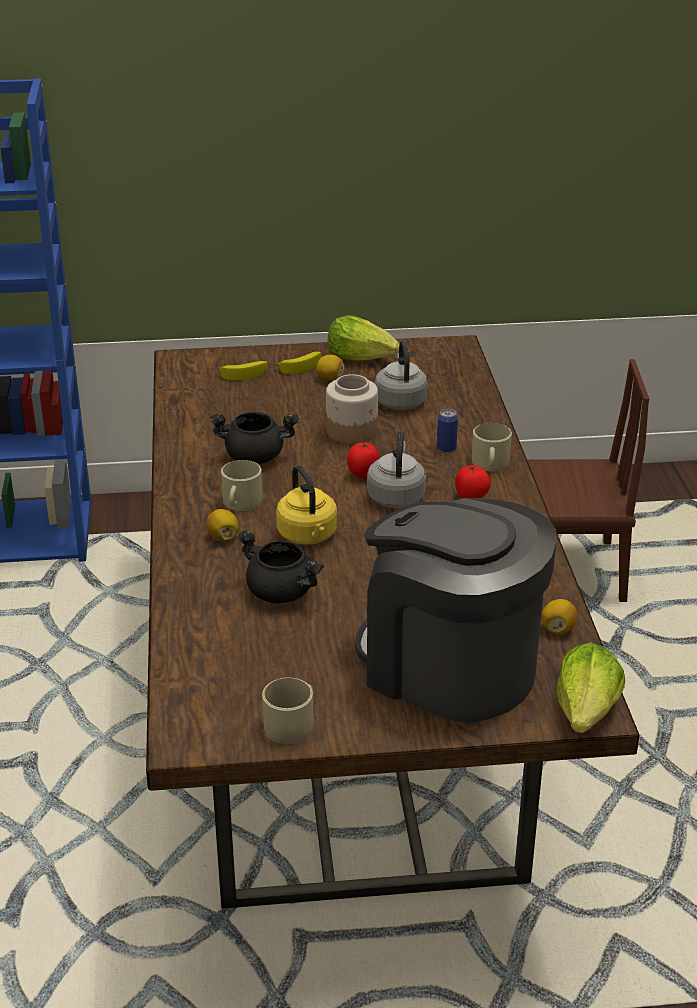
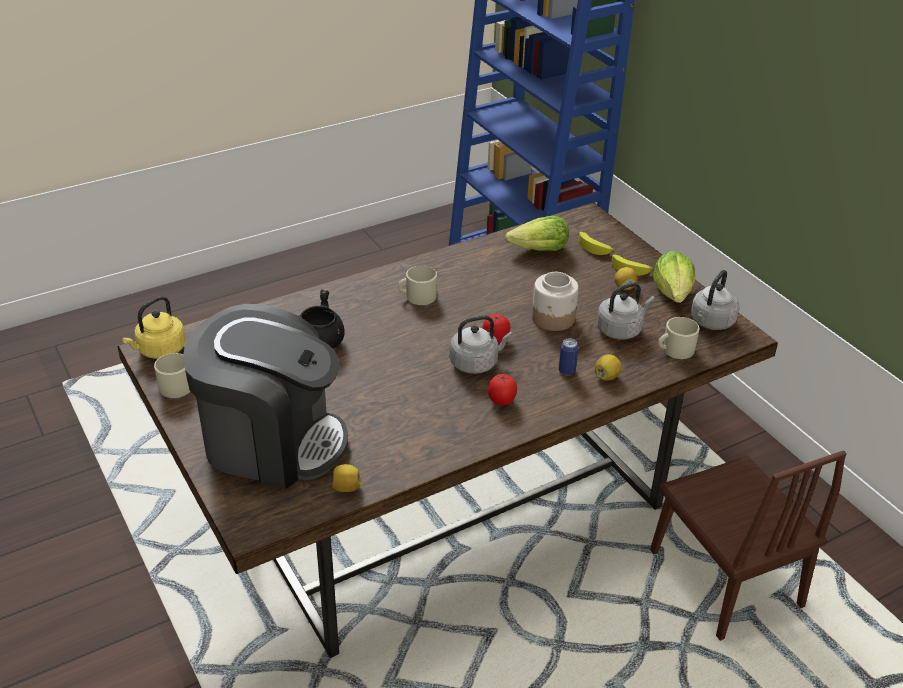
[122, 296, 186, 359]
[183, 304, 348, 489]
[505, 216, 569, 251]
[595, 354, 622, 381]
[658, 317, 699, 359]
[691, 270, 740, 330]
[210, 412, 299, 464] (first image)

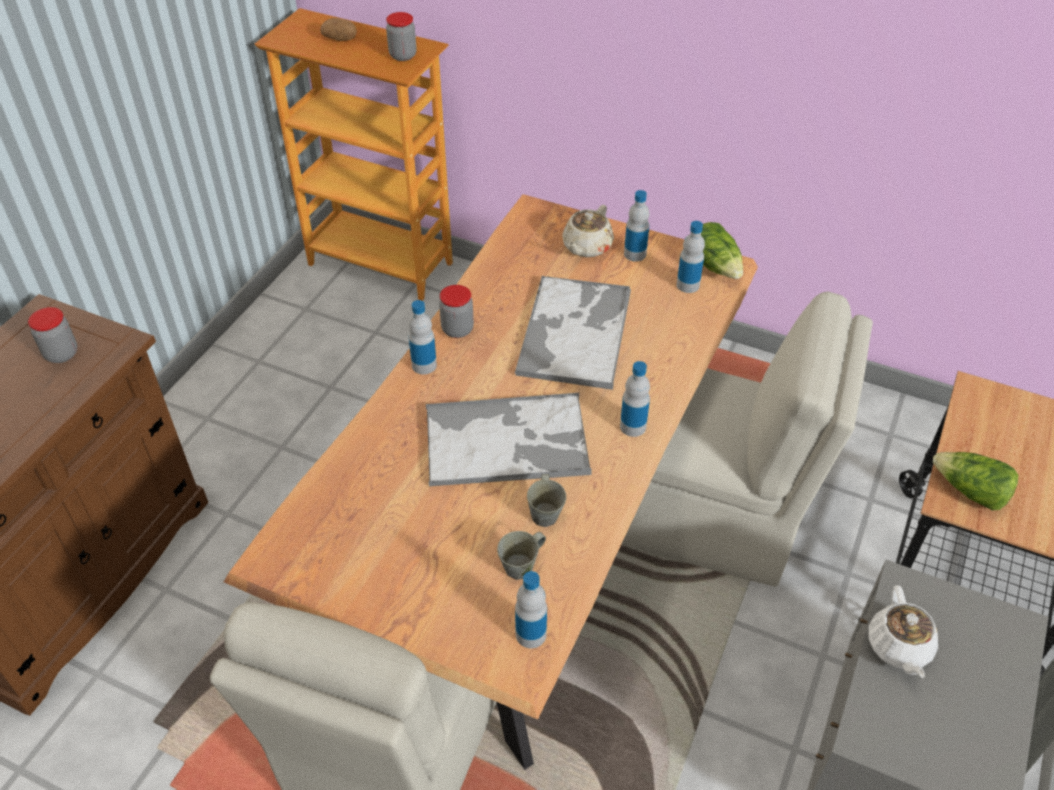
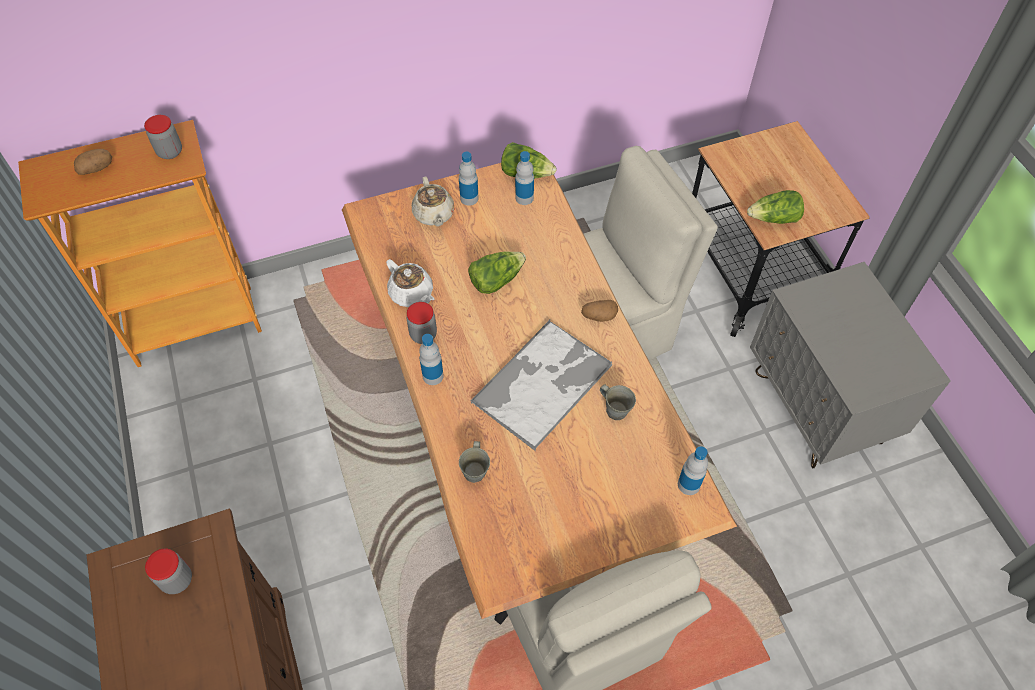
[386, 259, 435, 307]
[459, 441, 490, 483]
[468, 251, 526, 294]
[581, 300, 618, 322]

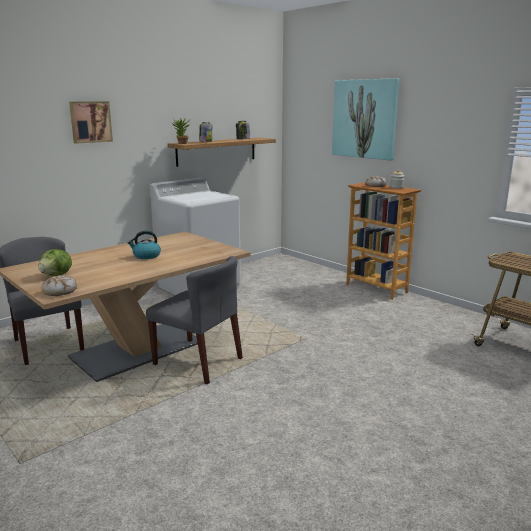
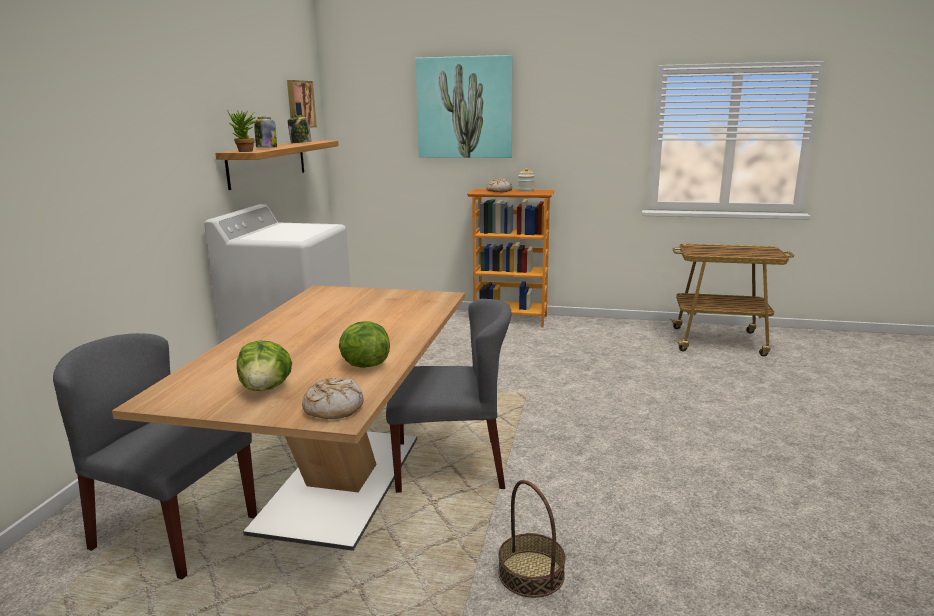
[287, 80, 317, 128]
[339, 321, 390, 368]
[499, 480, 566, 598]
[128, 231, 161, 259] (first image)

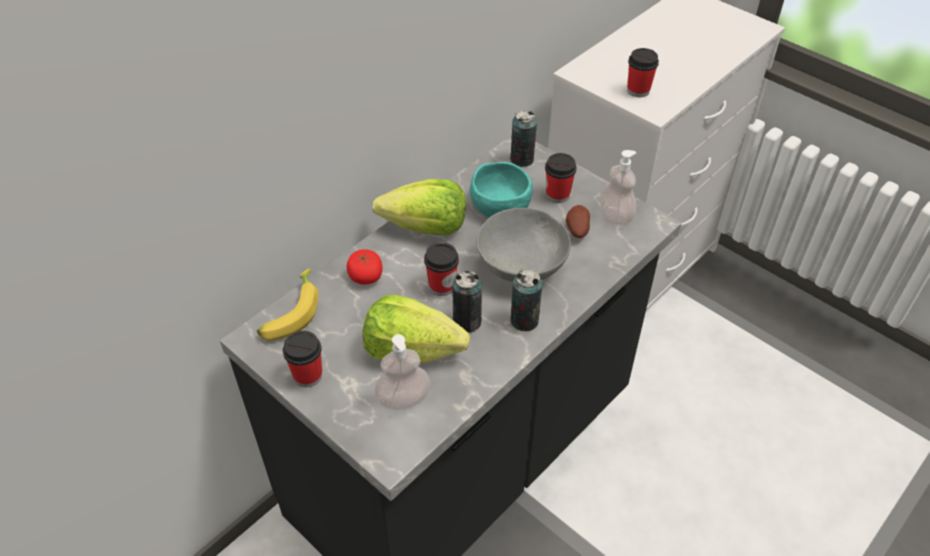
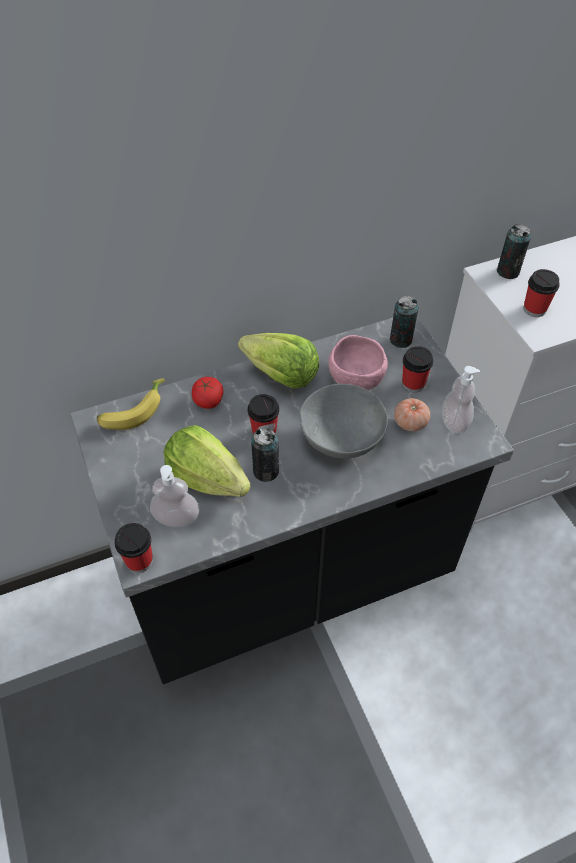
[114, 523, 153, 573]
[328, 335, 388, 390]
[394, 398, 430, 431]
[497, 224, 531, 279]

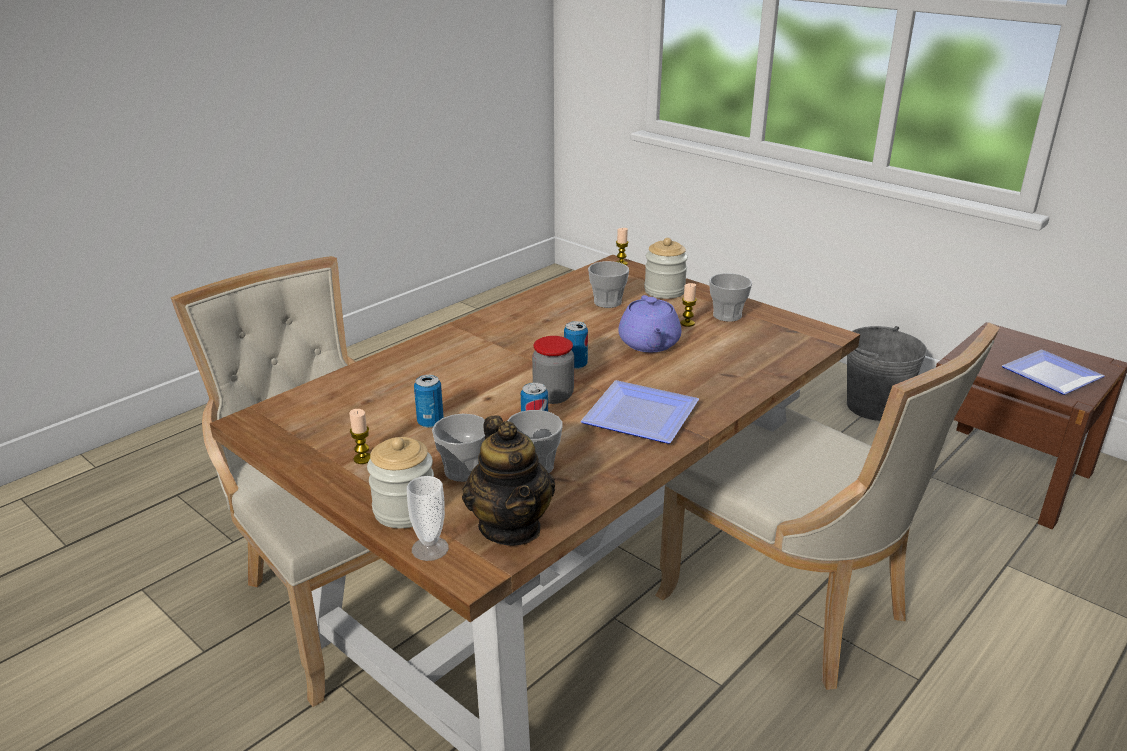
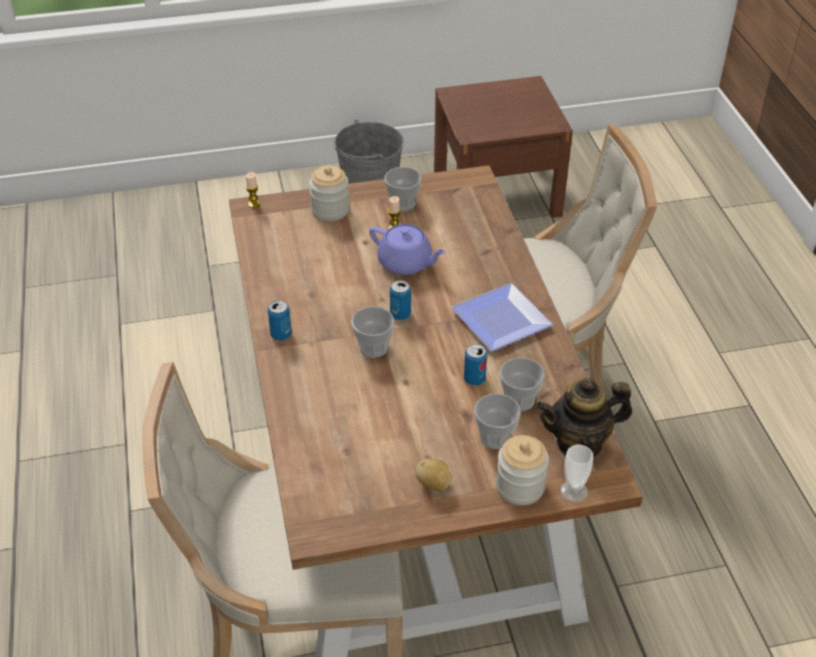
[268, 300, 292, 341]
[351, 306, 394, 358]
[416, 459, 452, 491]
[536, 378, 632, 458]
[532, 336, 574, 404] (first image)
[1002, 350, 1104, 395] (first image)

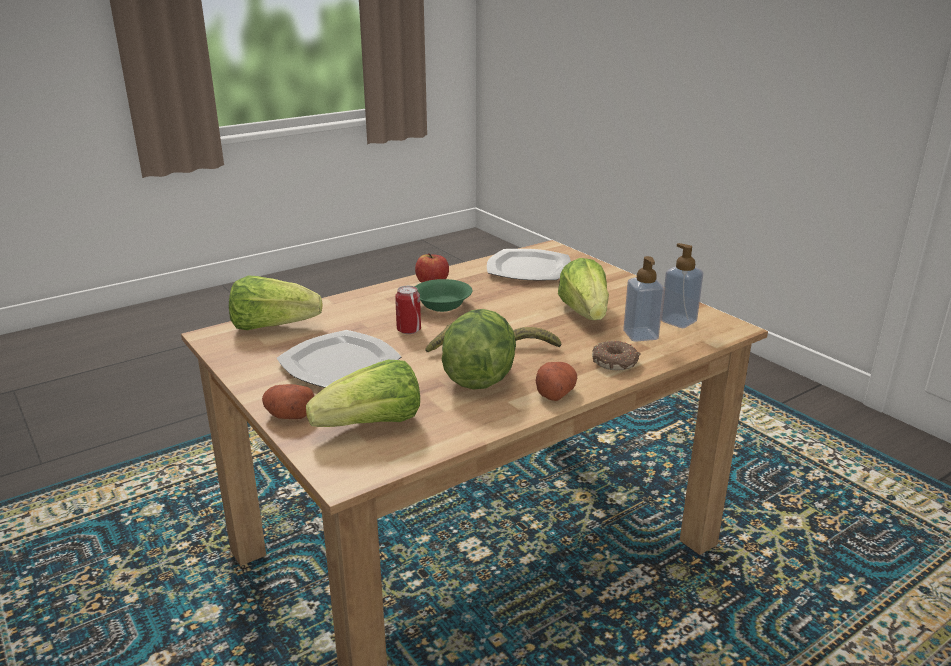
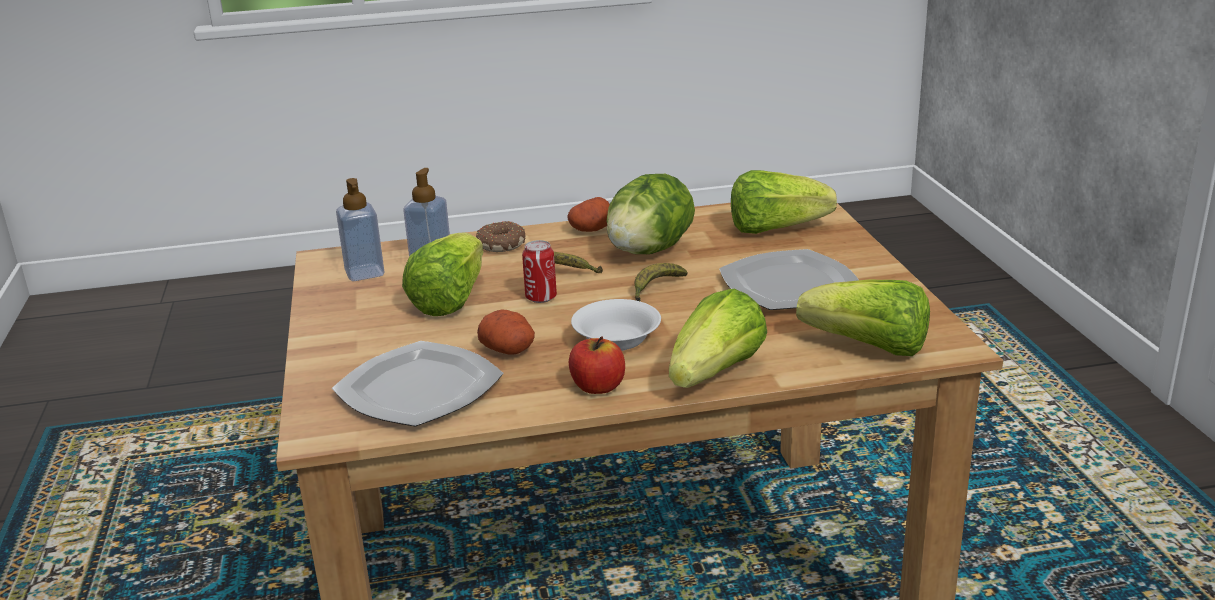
[477, 310, 535, 355]
[522, 240, 557, 303]
[571, 299, 661, 351]
[669, 289, 767, 388]

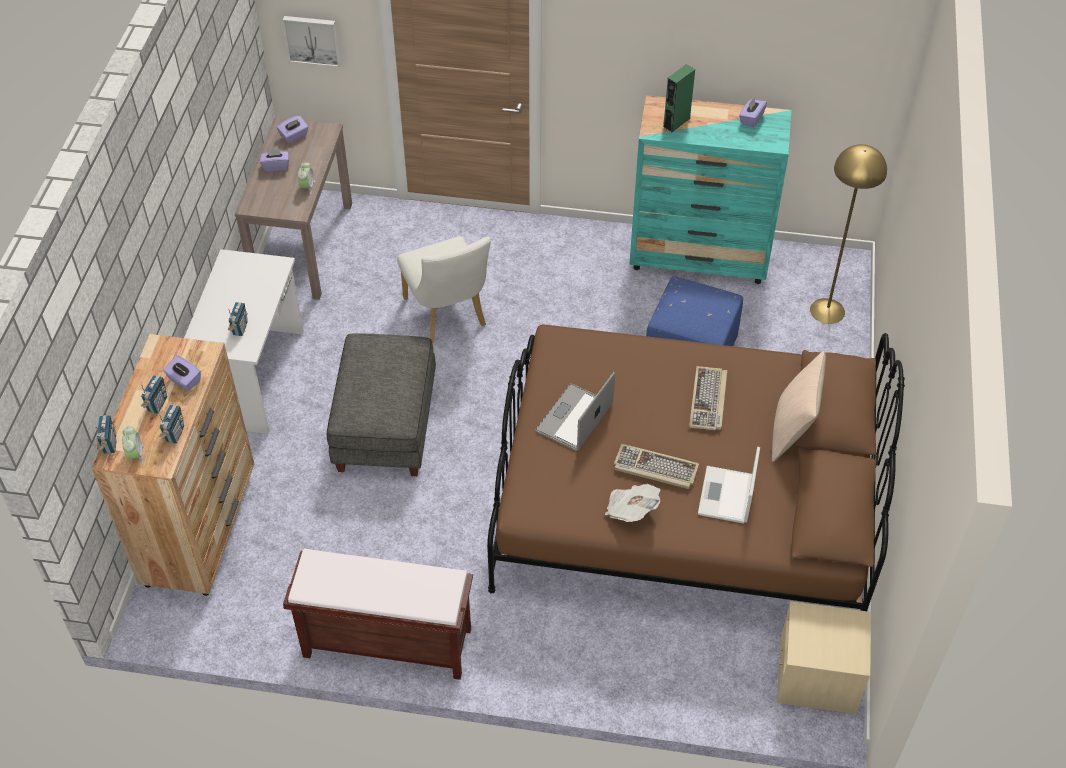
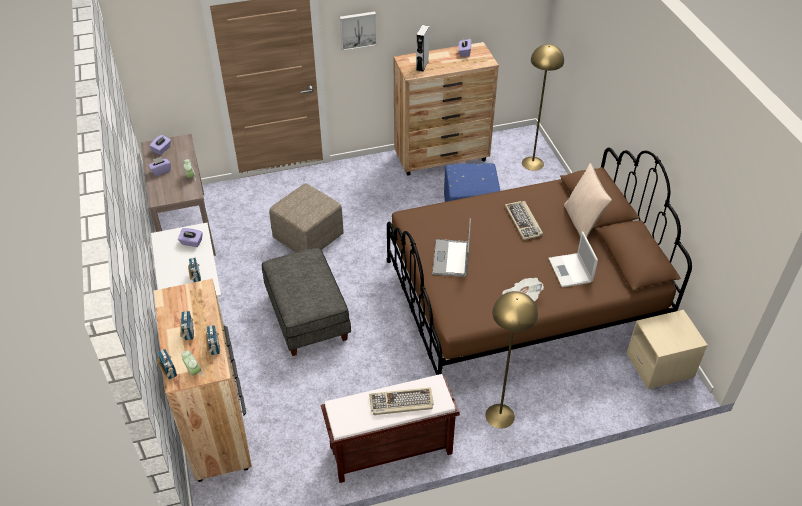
[178, 228, 203, 247]
[269, 183, 344, 252]
[340, 12, 377, 51]
[369, 388, 434, 415]
[394, 42, 499, 176]
[416, 25, 429, 72]
[485, 291, 538, 429]

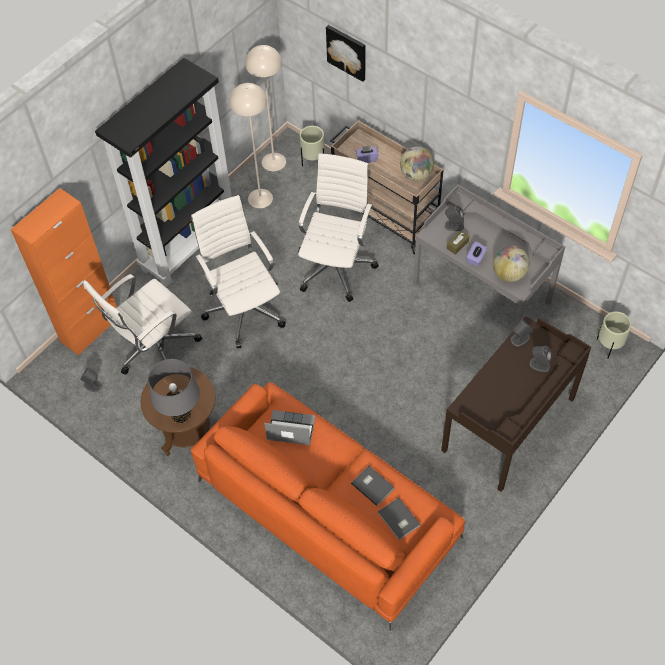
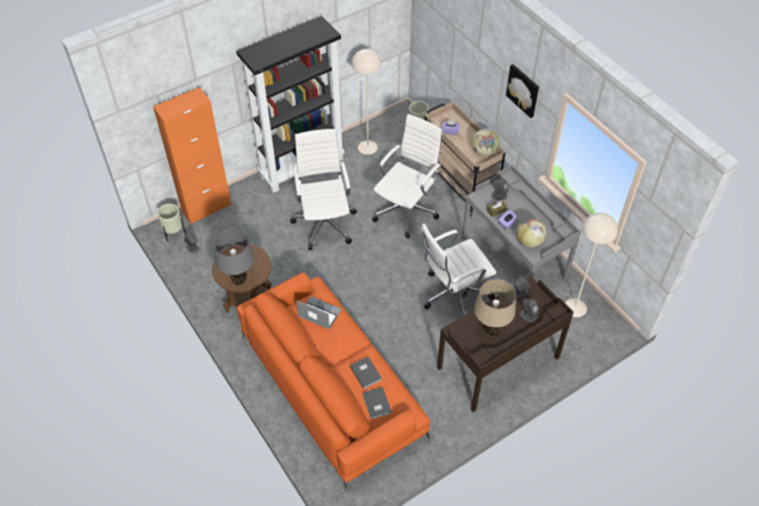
[157, 204, 186, 242]
[421, 224, 497, 315]
[474, 279, 516, 337]
[506, 64, 539, 118]
[565, 213, 618, 317]

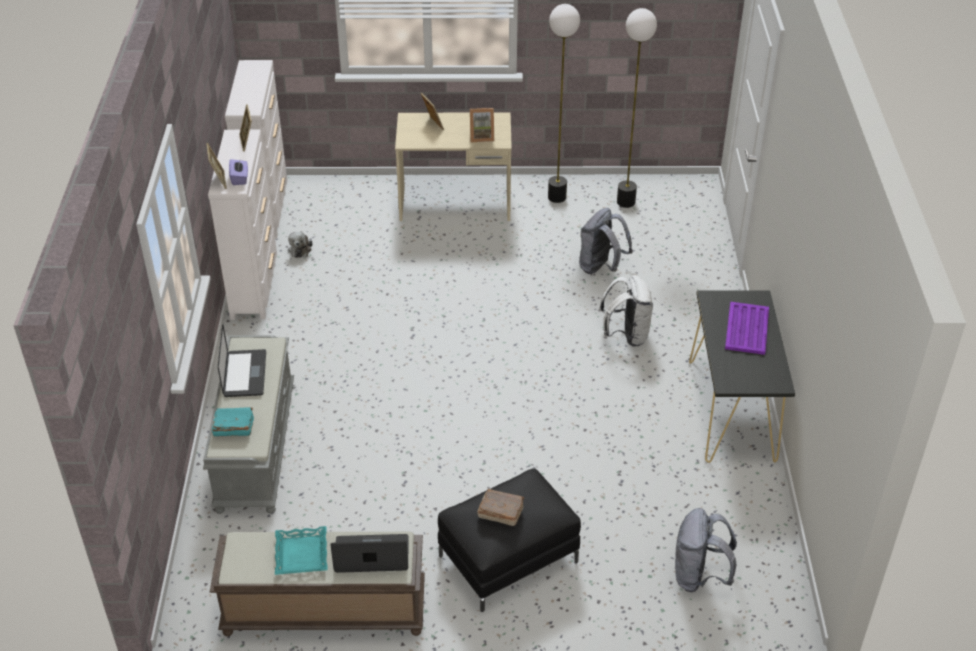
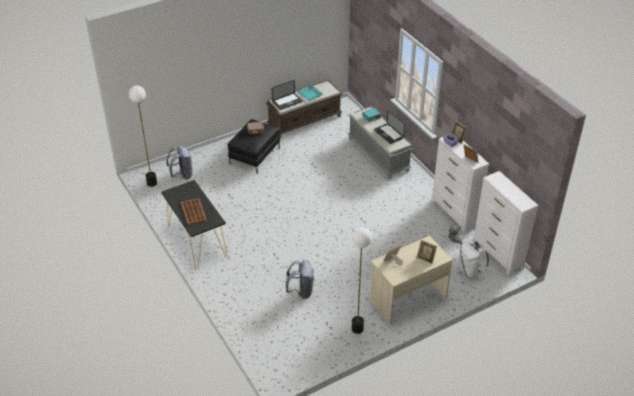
[129, 85, 157, 187]
[181, 198, 207, 225]
[458, 240, 489, 279]

